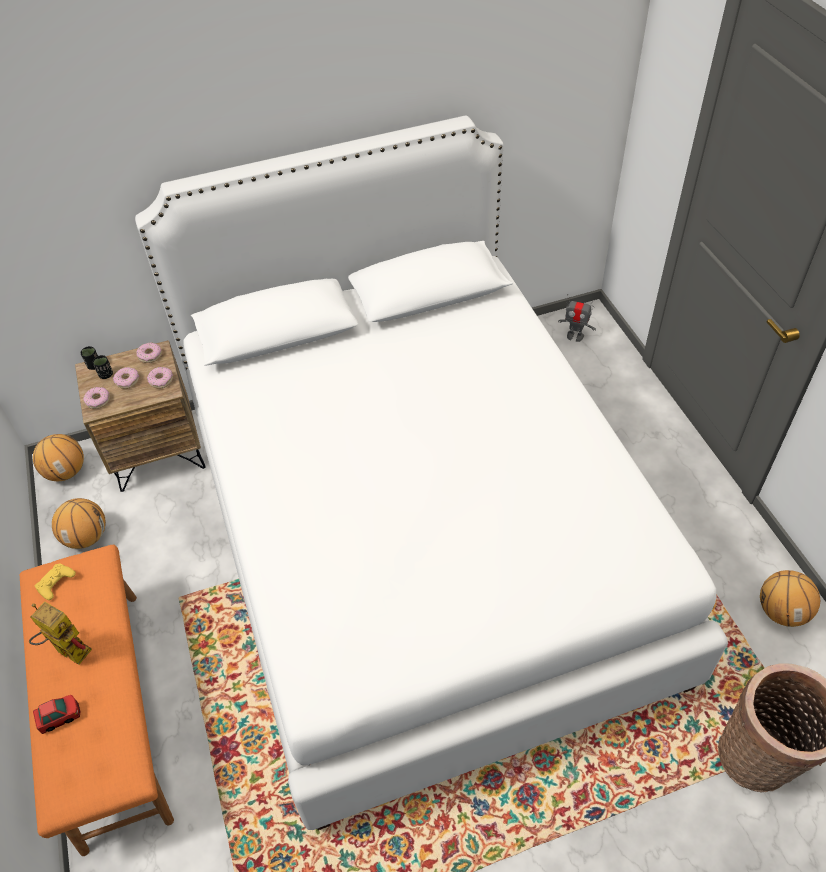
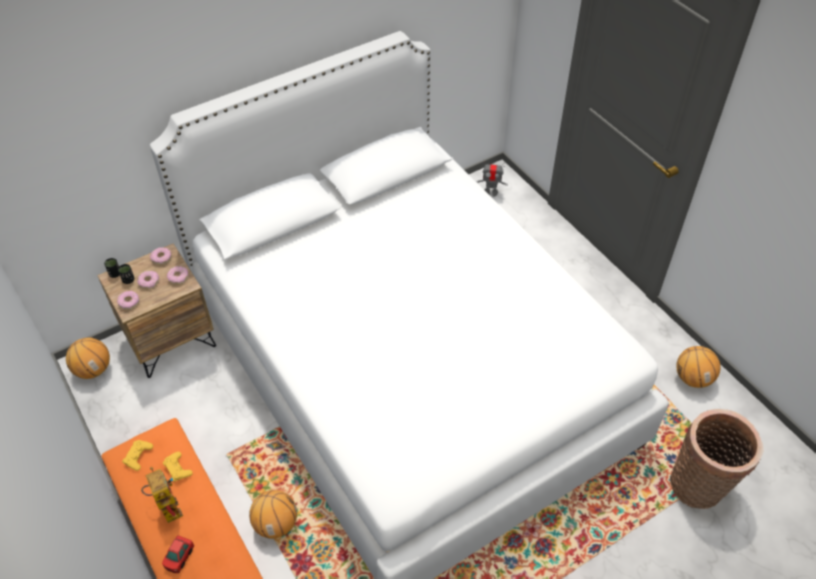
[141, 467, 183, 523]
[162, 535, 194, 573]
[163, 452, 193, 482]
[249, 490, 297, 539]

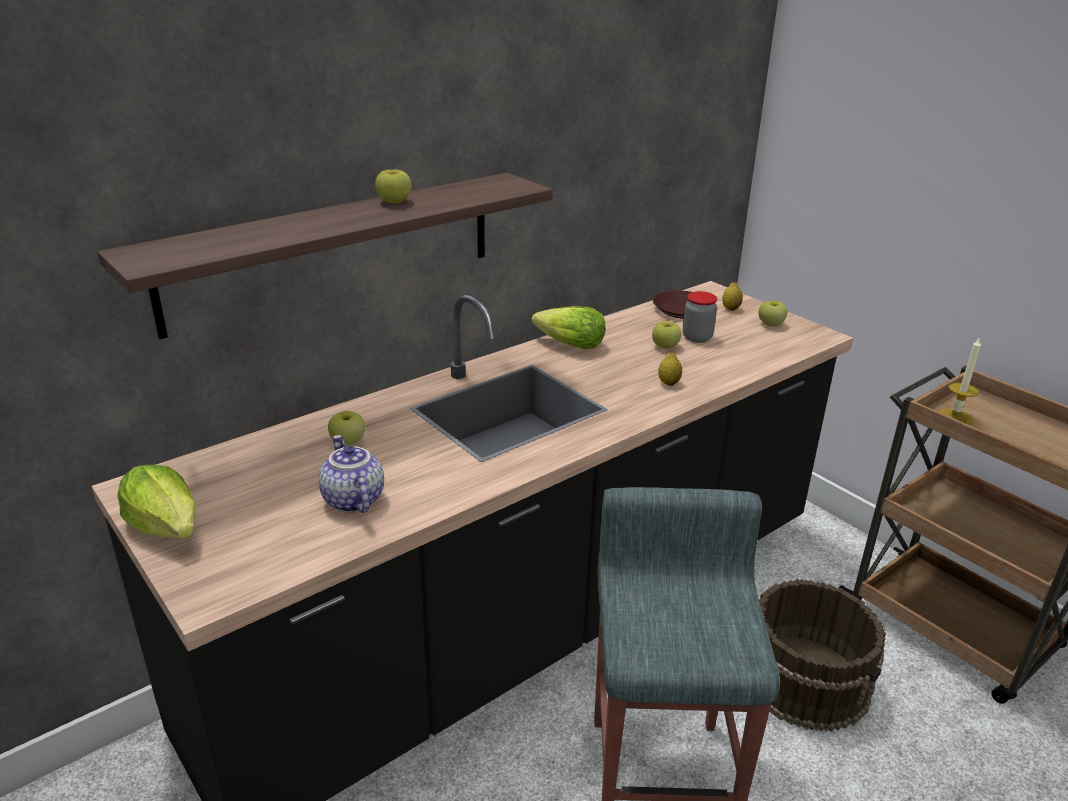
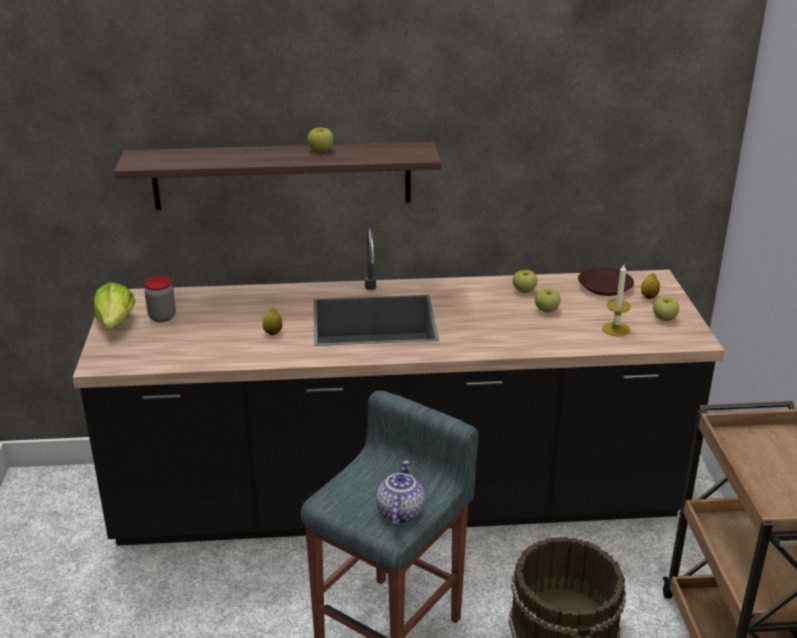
[145, 276, 176, 322]
[263, 308, 282, 335]
[376, 461, 425, 527]
[512, 270, 537, 293]
[602, 264, 631, 337]
[531, 306, 605, 349] (first image)

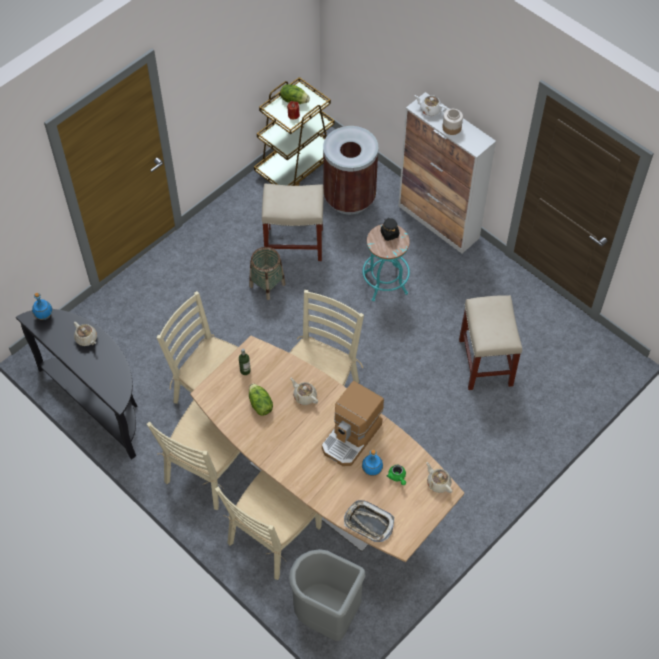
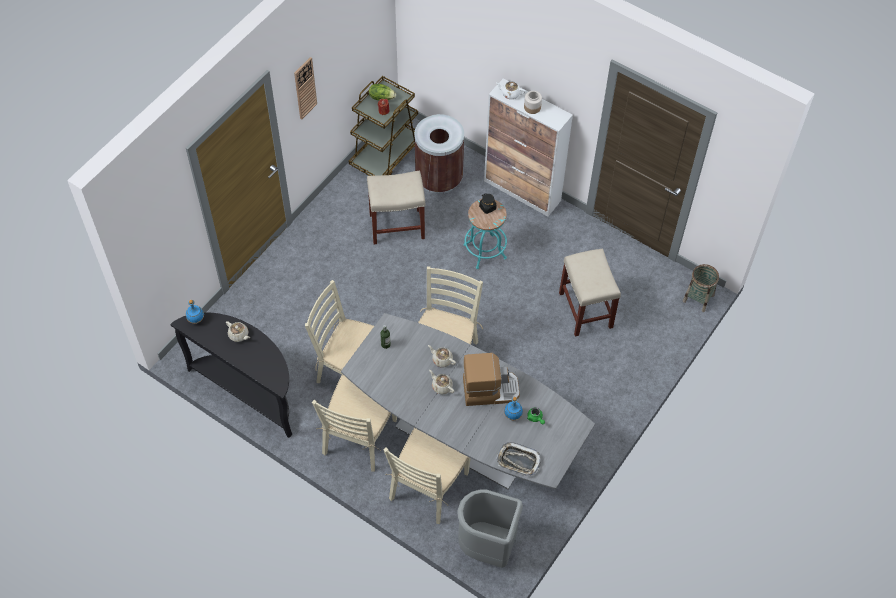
[294, 57, 317, 119]
[341, 313, 595, 489]
[429, 370, 454, 395]
[463, 353, 520, 406]
[683, 264, 719, 312]
[249, 384, 273, 416] (first image)

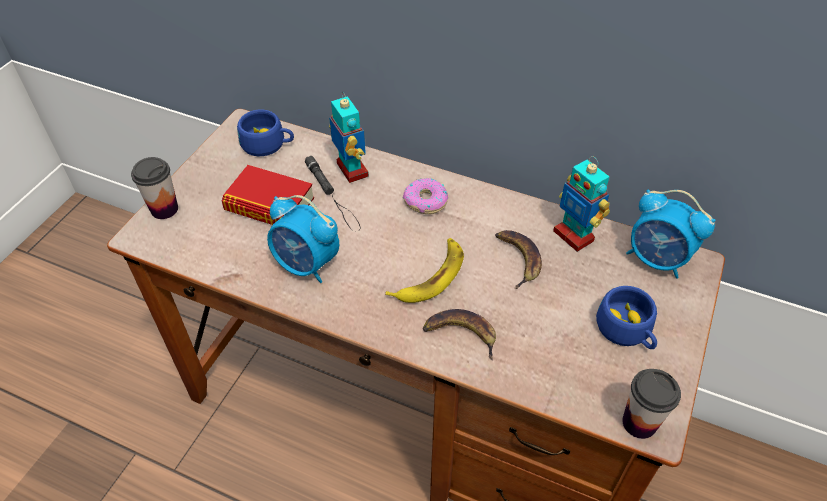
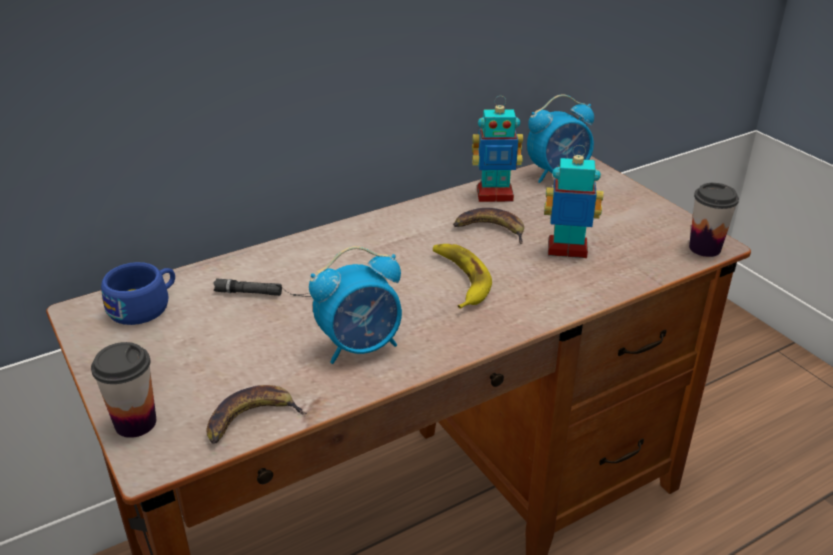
[206, 385, 307, 443]
[544, 145, 604, 258]
[221, 165, 314, 225] (first image)
[403, 178, 448, 214] (first image)
[596, 286, 657, 349] (first image)

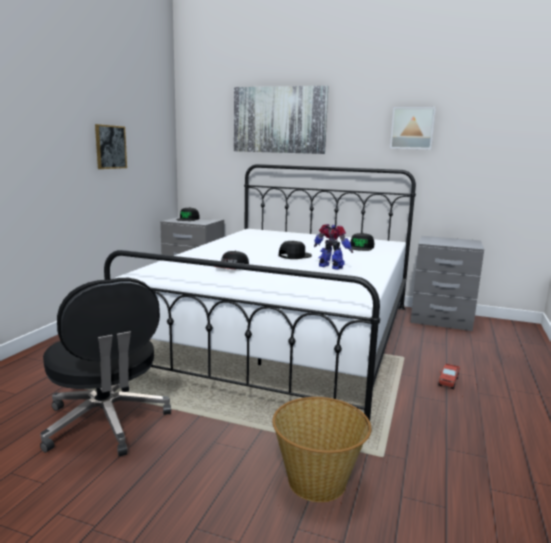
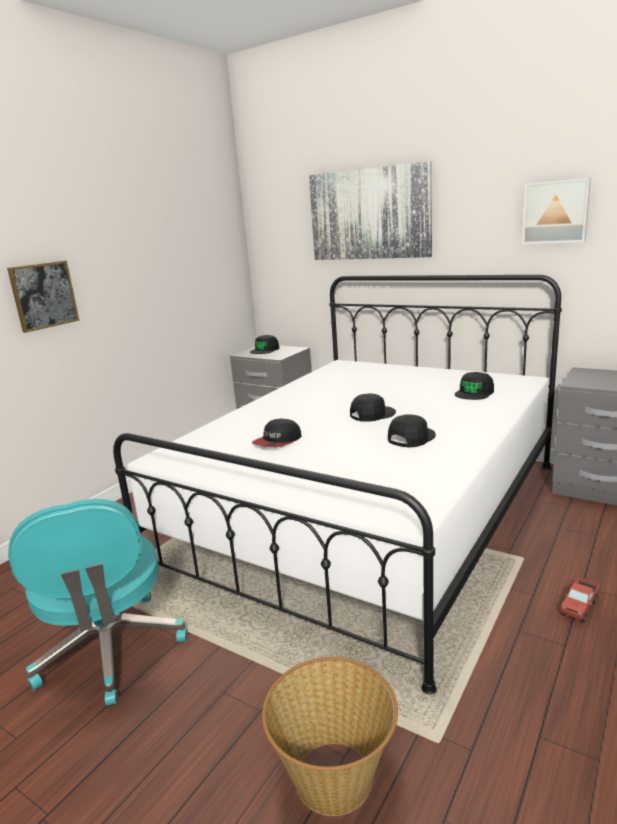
[7, 261, 79, 333]
[8, 499, 188, 706]
[388, 414, 436, 447]

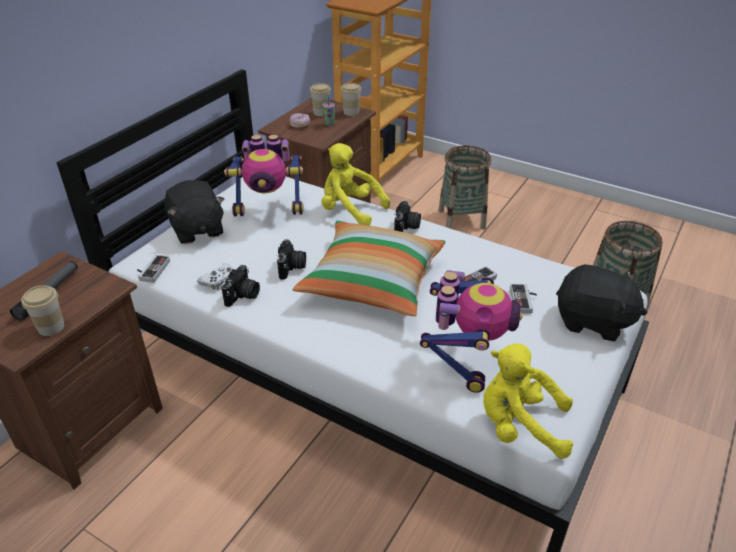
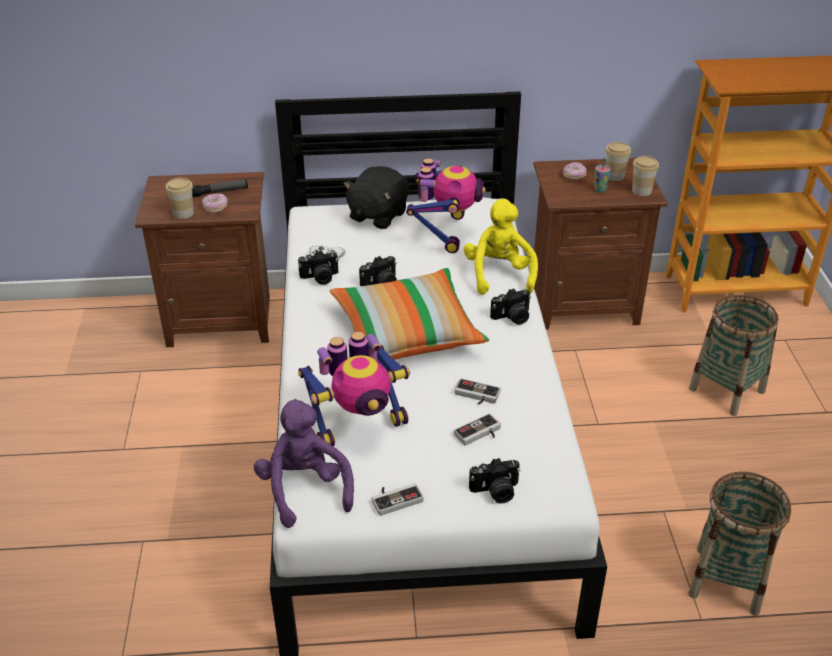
[202, 193, 228, 213]
[254, 399, 354, 528]
[372, 483, 423, 516]
[406, 158, 485, 253]
[469, 458, 521, 504]

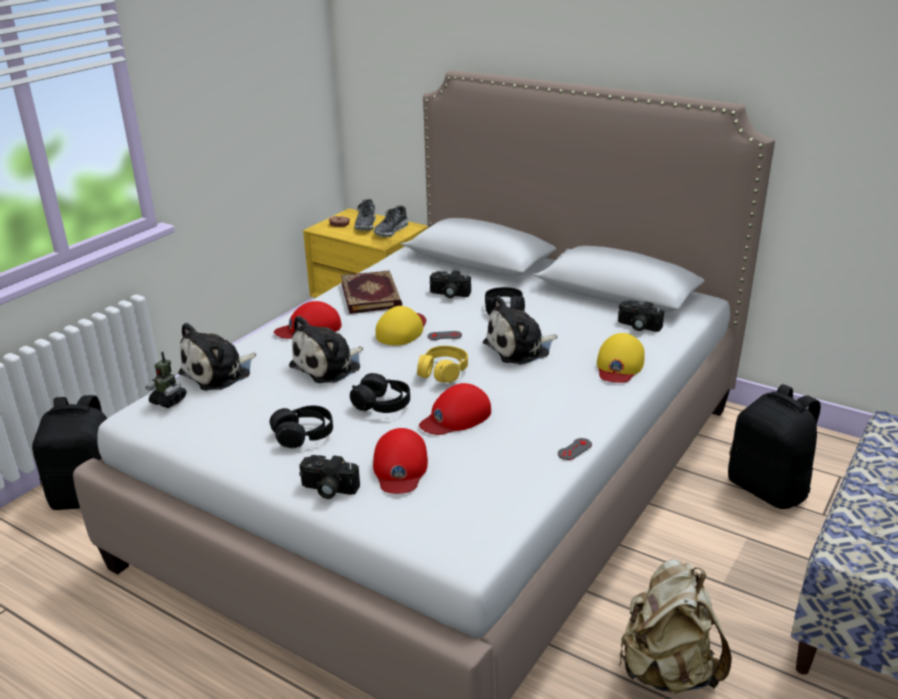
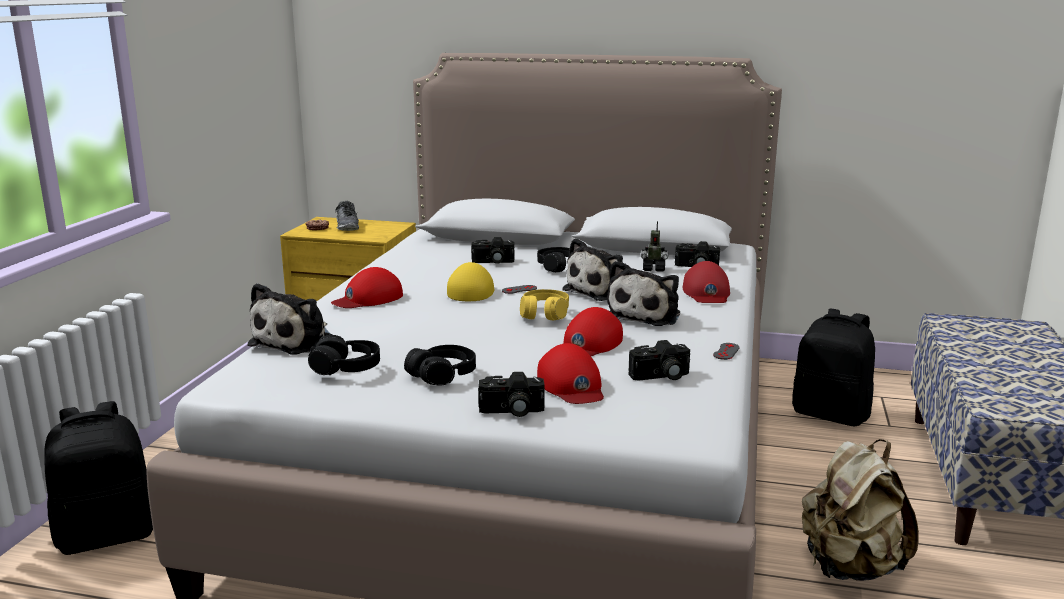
[308, 335, 380, 375]
[607, 261, 680, 326]
[629, 340, 690, 381]
[640, 221, 669, 272]
[683, 261, 730, 303]
[341, 270, 402, 314] (first image)
[374, 205, 408, 237] (first image)

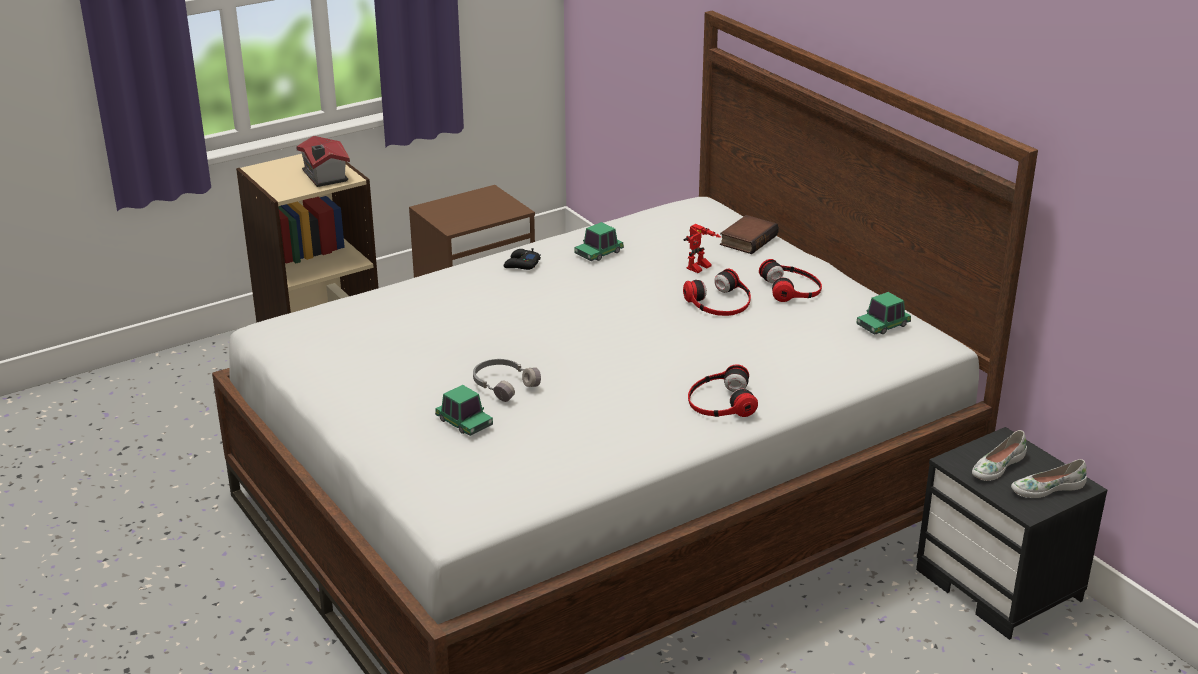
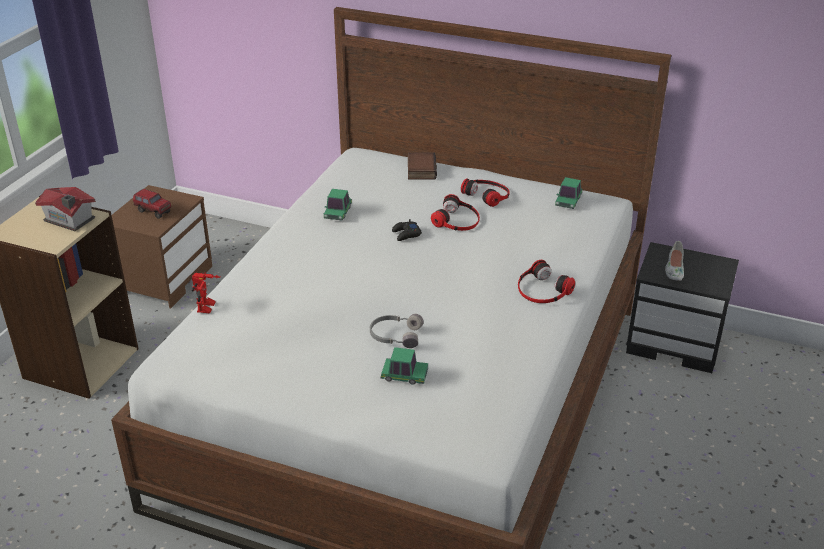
[133, 189, 171, 219]
[192, 272, 220, 313]
[392, 219, 422, 241]
[1011, 459, 1087, 498] (first image)

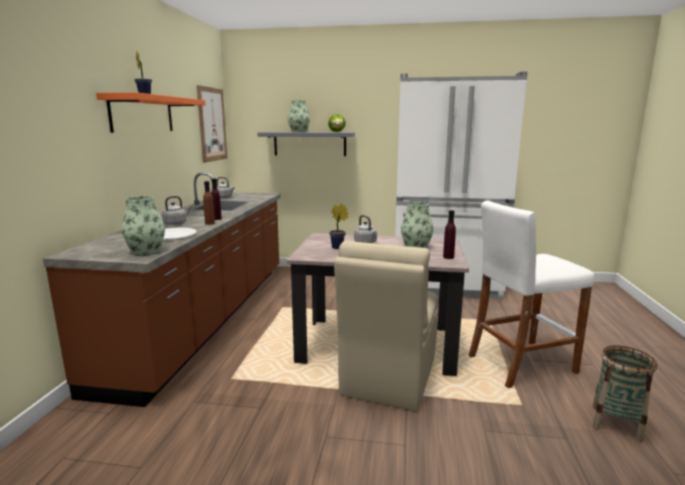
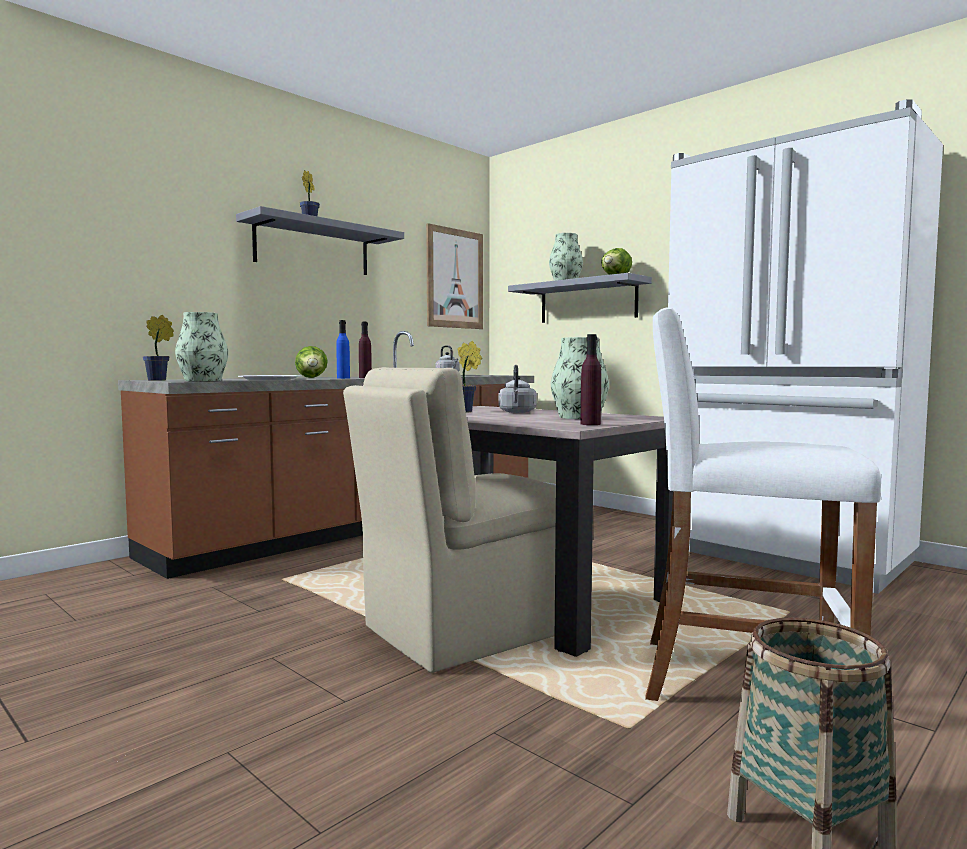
[142, 315, 174, 381]
[236, 206, 404, 275]
[295, 346, 328, 378]
[336, 320, 350, 379]

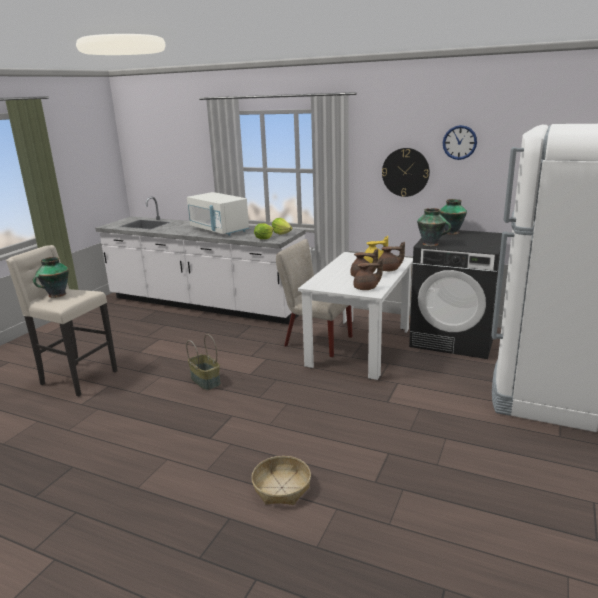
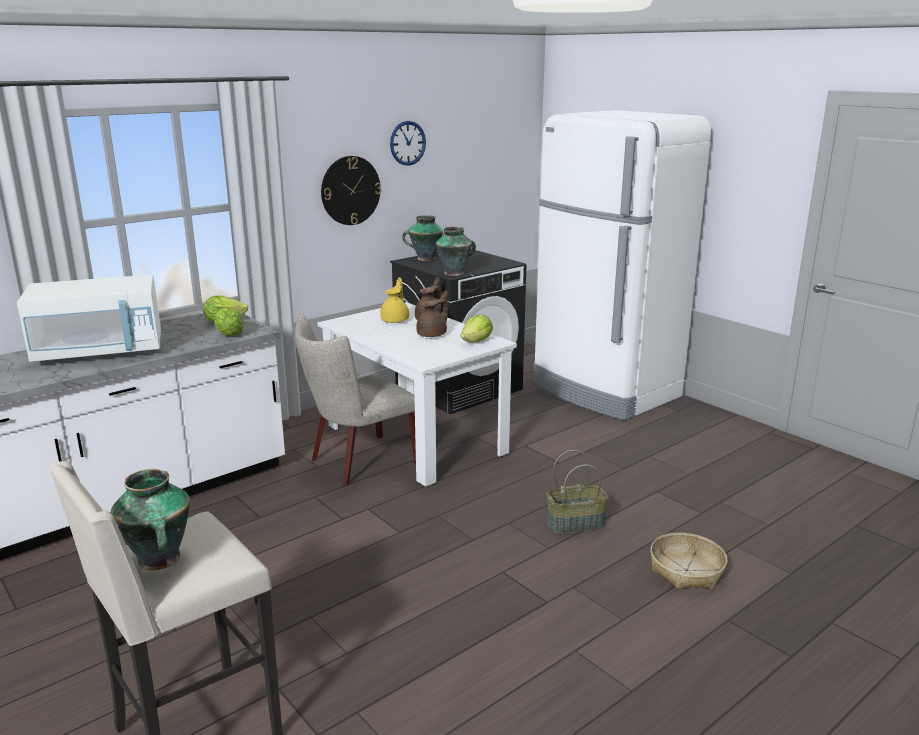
[461, 314, 493, 342]
[546, 450, 609, 534]

